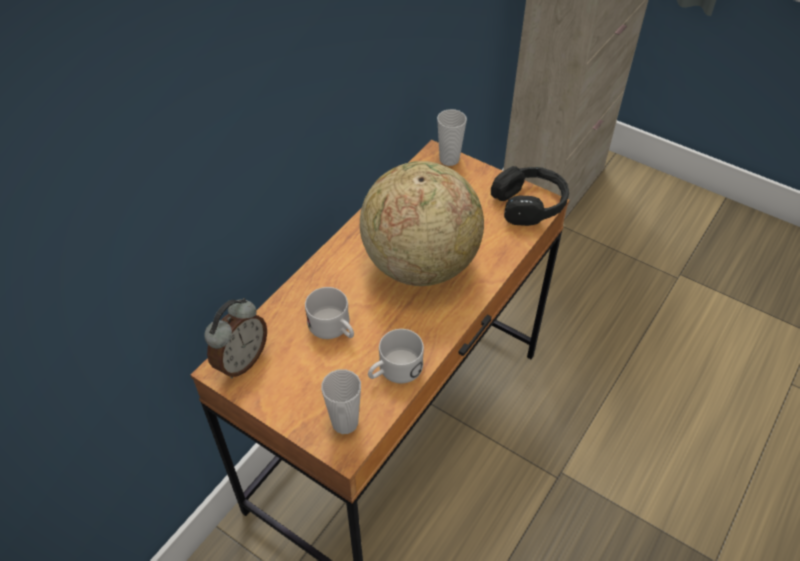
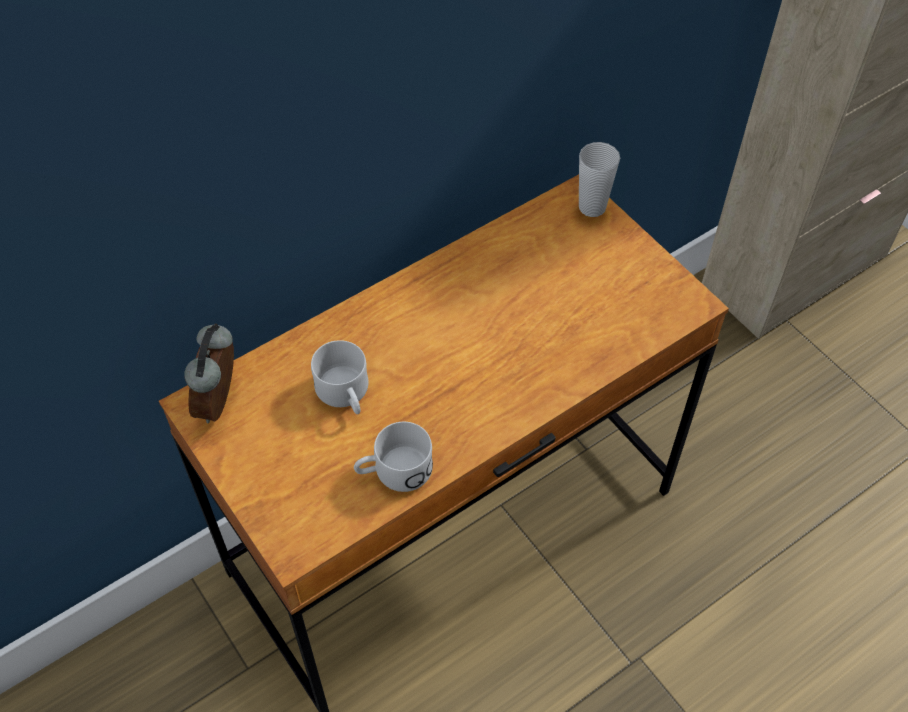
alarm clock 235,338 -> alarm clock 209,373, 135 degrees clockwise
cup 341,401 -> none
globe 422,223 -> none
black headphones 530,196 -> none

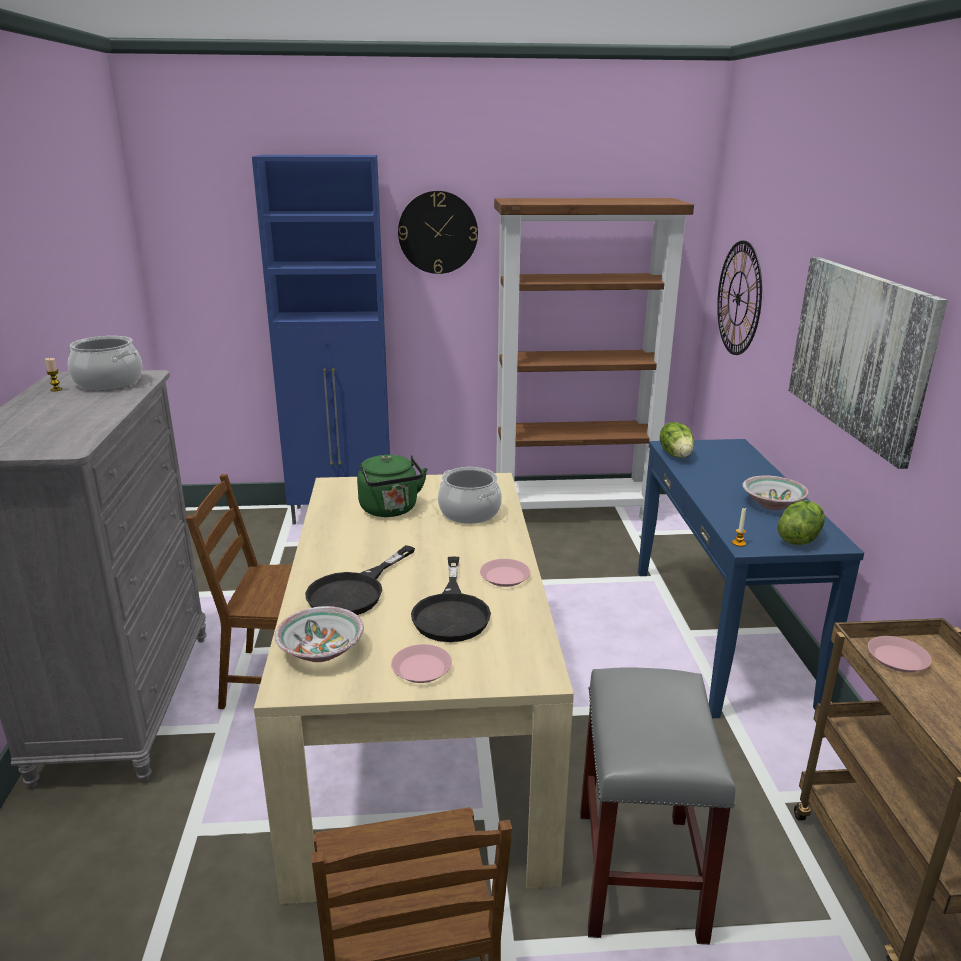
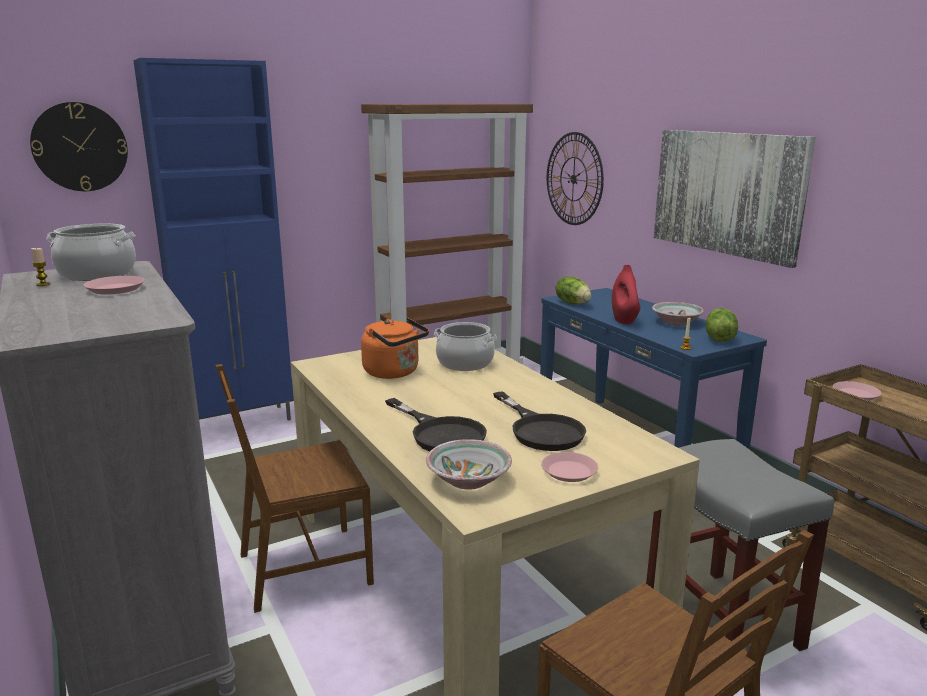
black frying pan 360,580 -> black frying pan 436,425, 45 degrees counterclockwise
green kettle 392,486 -> orange kettle 395,348
wall clock 438,232 -> wall clock 79,146, move
pink plate 505,573 -> pink plate 114,285, move
none -> red vase 626,294

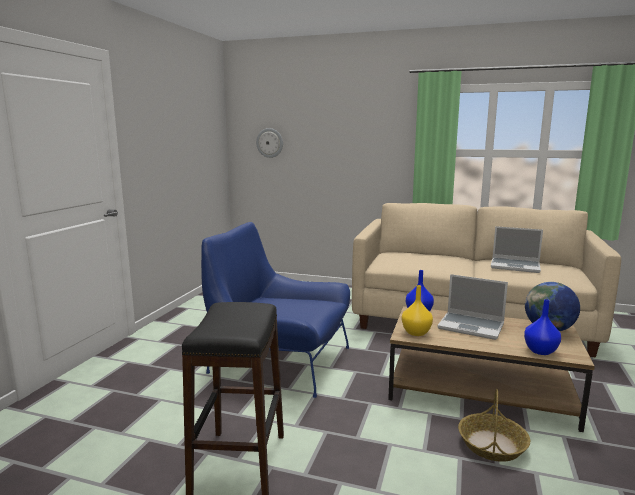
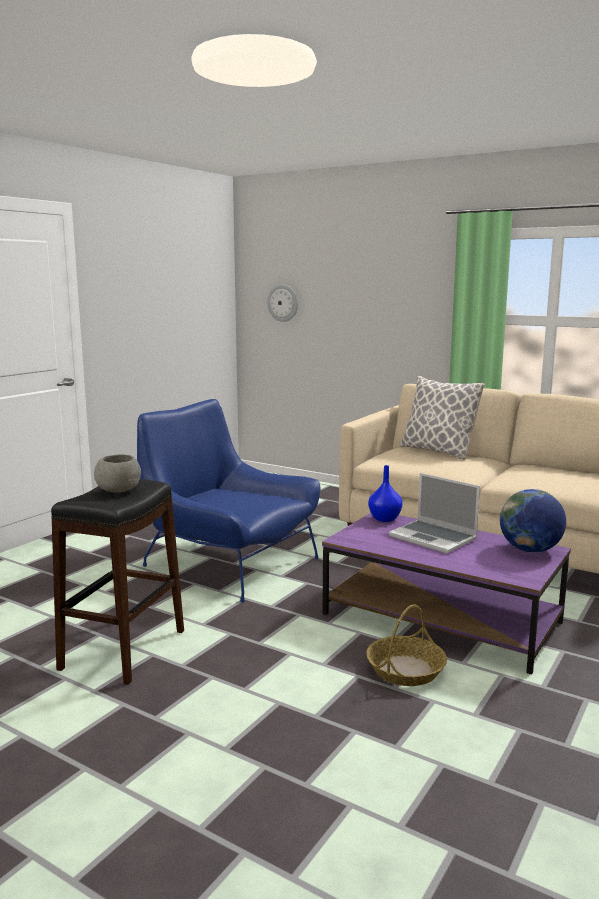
brown coffee table 491,369 -> purple coffee table 446,594
yellow vase 417,310 -> none
laptop 517,249 -> none
blue vase 542,327 -> none
none -> grey bowl 117,474
none -> pillow 442,417

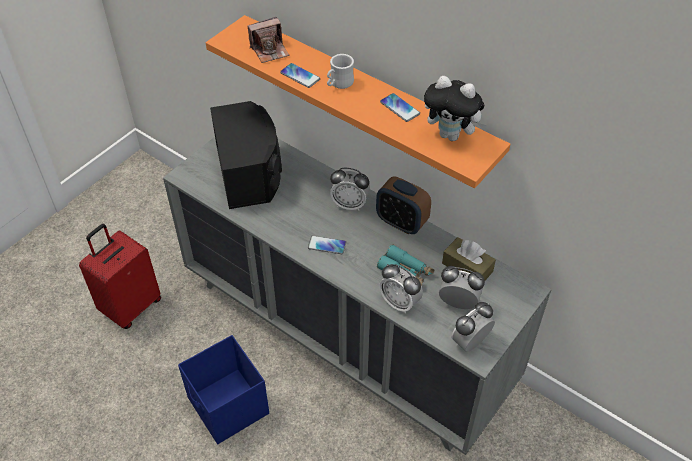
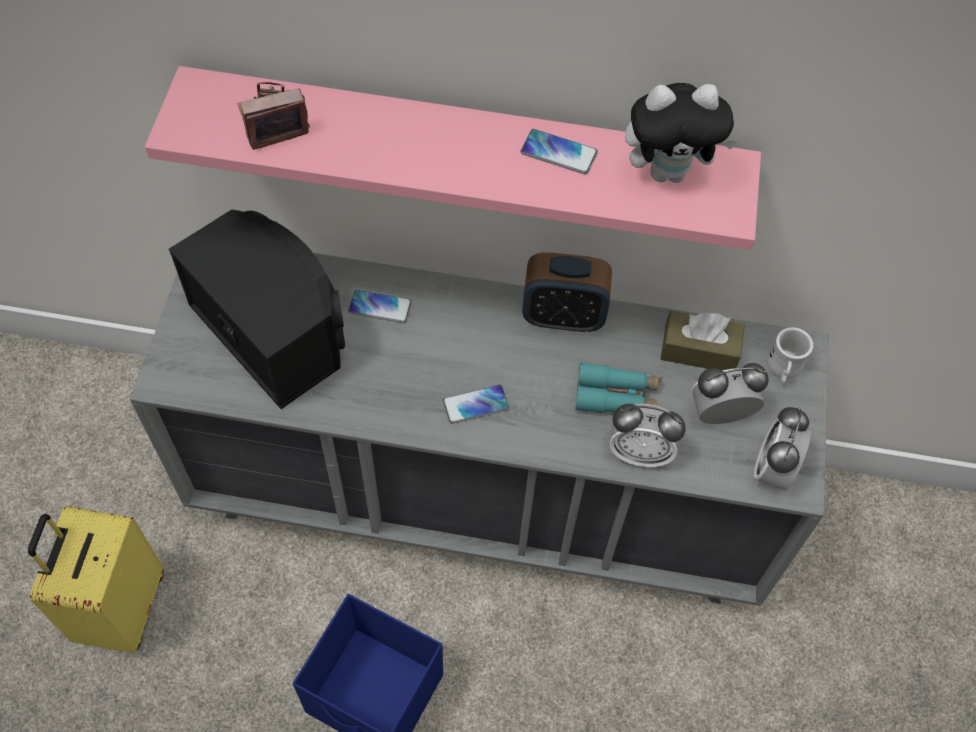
red suitcase 120,276 -> yellow suitcase 96,579
orange shelf 358,101 -> pink shelf 453,158
photo camera 268,40 -> photo camera 273,116, 150 degrees counterclockwise
phone 300,75 -> phone 380,306, move
white mug 340,71 -> white mug 790,355, move
alarm clock 350,189 -> none

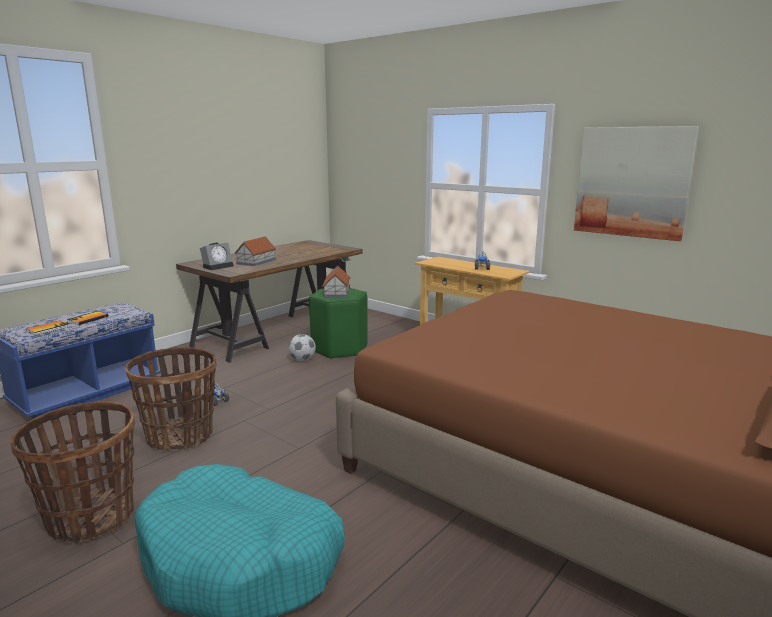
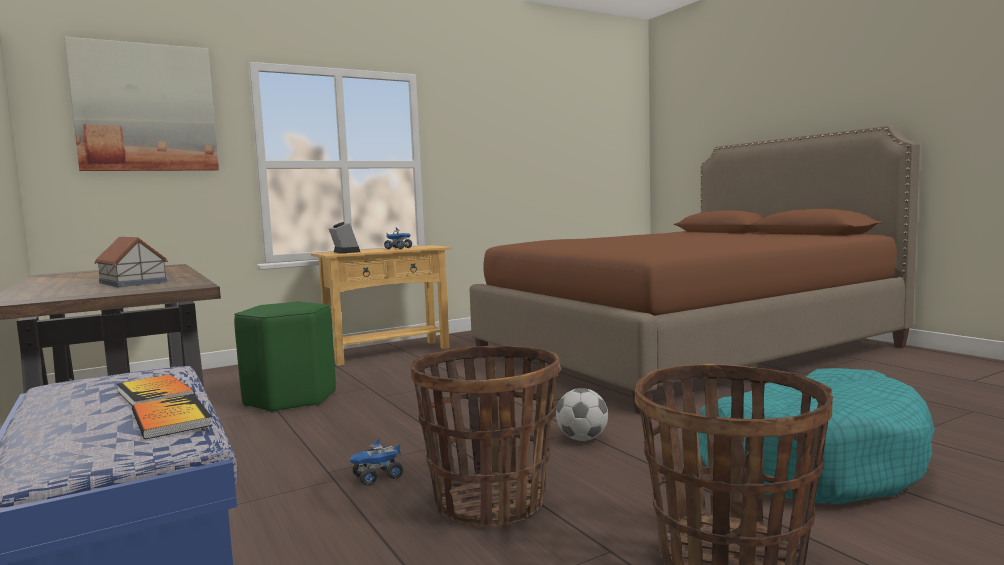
alarm clock 217,256 -> alarm clock 344,238, move
football 302,347 -> football 582,414, move
toy house 336,281 -> none
picture 636,183 -> picture 141,104, move

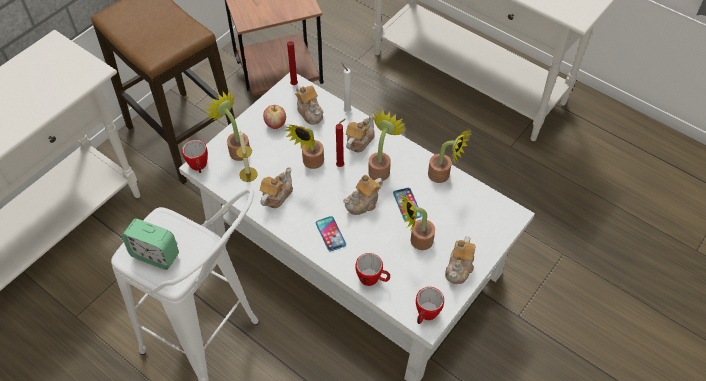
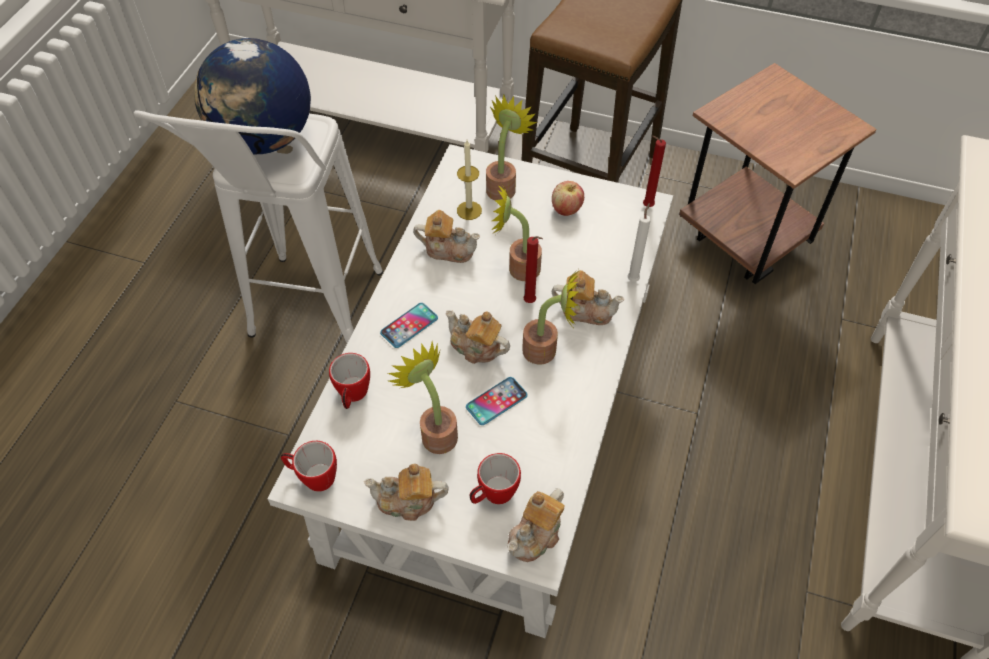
alarm clock 150,244 -> globe 252,96
mug 195,156 -> mug 495,478, move
teapot 309,105 -> teapot 536,525, move
potted plant 449,156 -> none

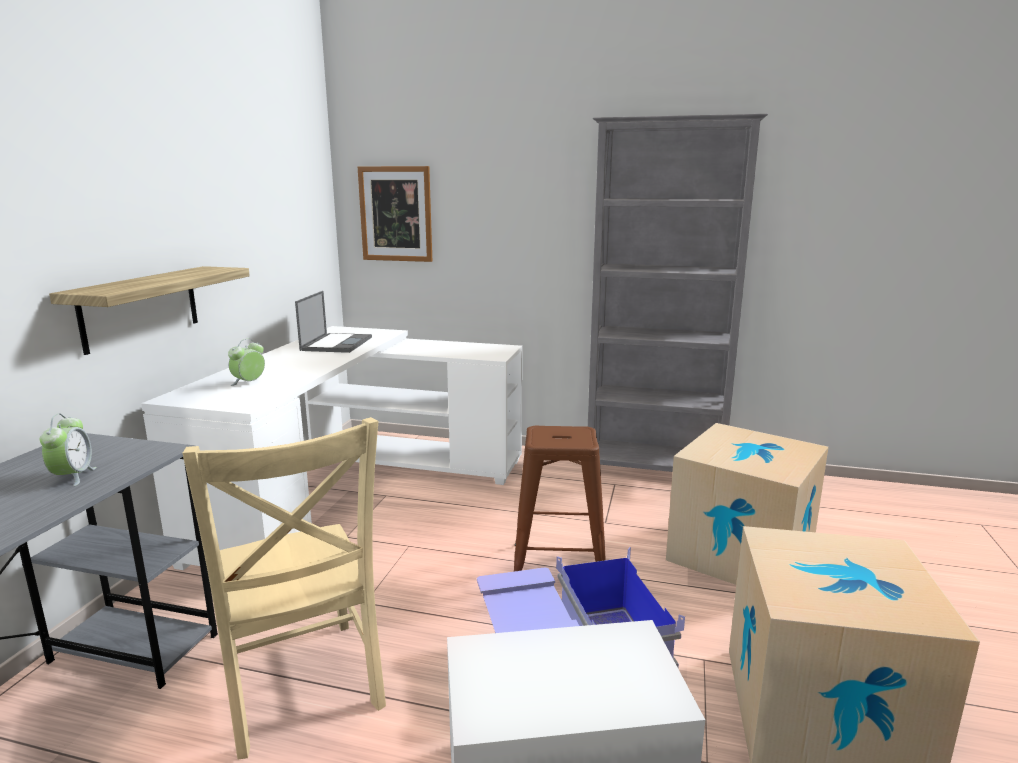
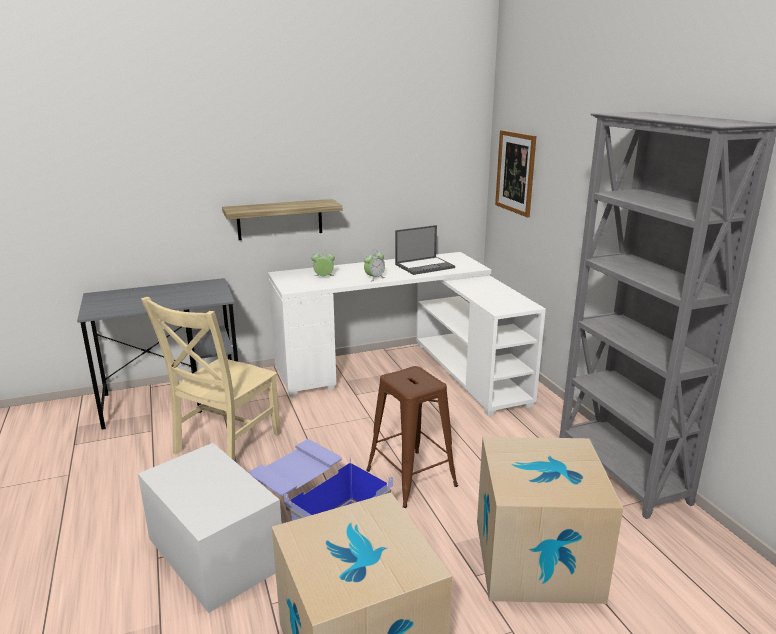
alarm clock 68,450 -> alarm clock 375,266, move

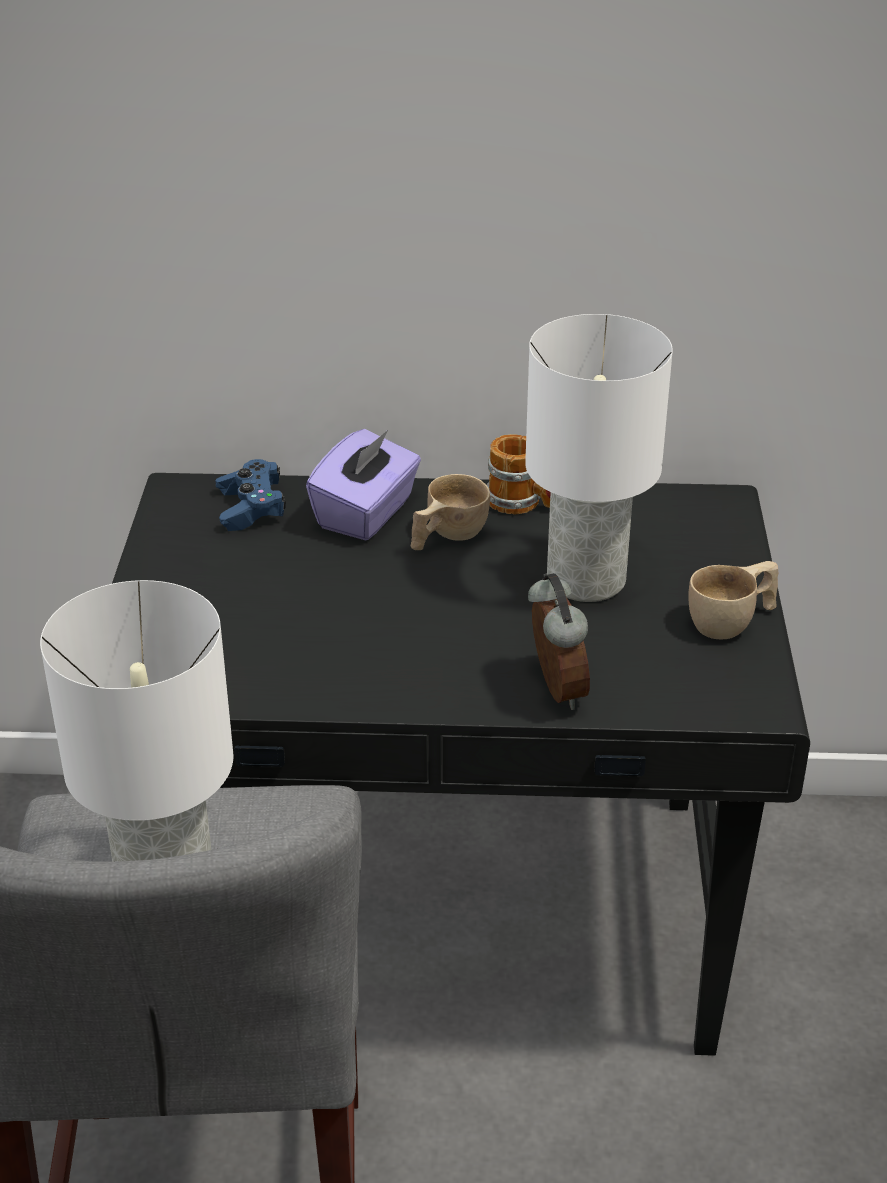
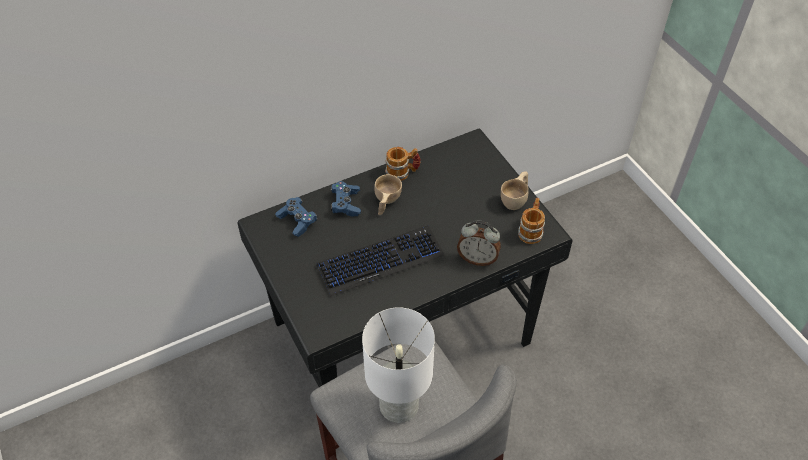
purple tissue box 363,485 -> blue game controller 346,198
white table lamp 599,458 -> none
alarm clock 559,641 -> alarm clock 479,243, 150 degrees clockwise
none -> keyboard 380,261
none -> mug 531,221

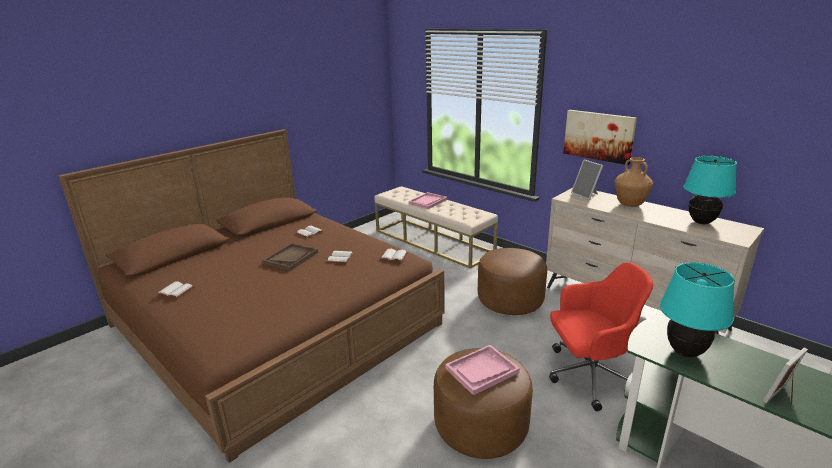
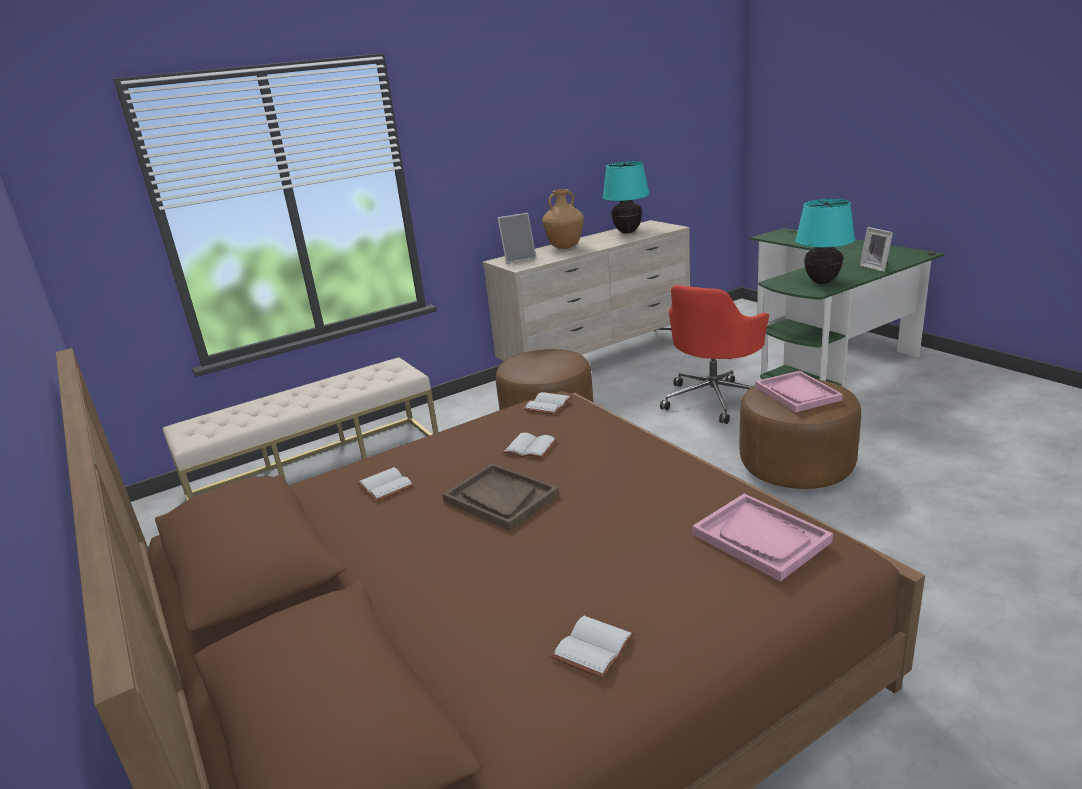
pink tray 428,200 -> pink tray 762,537, move
red office chair 601,336 -> red office chair 714,354, 150 degrees counterclockwise
picture 600,137 -> none

